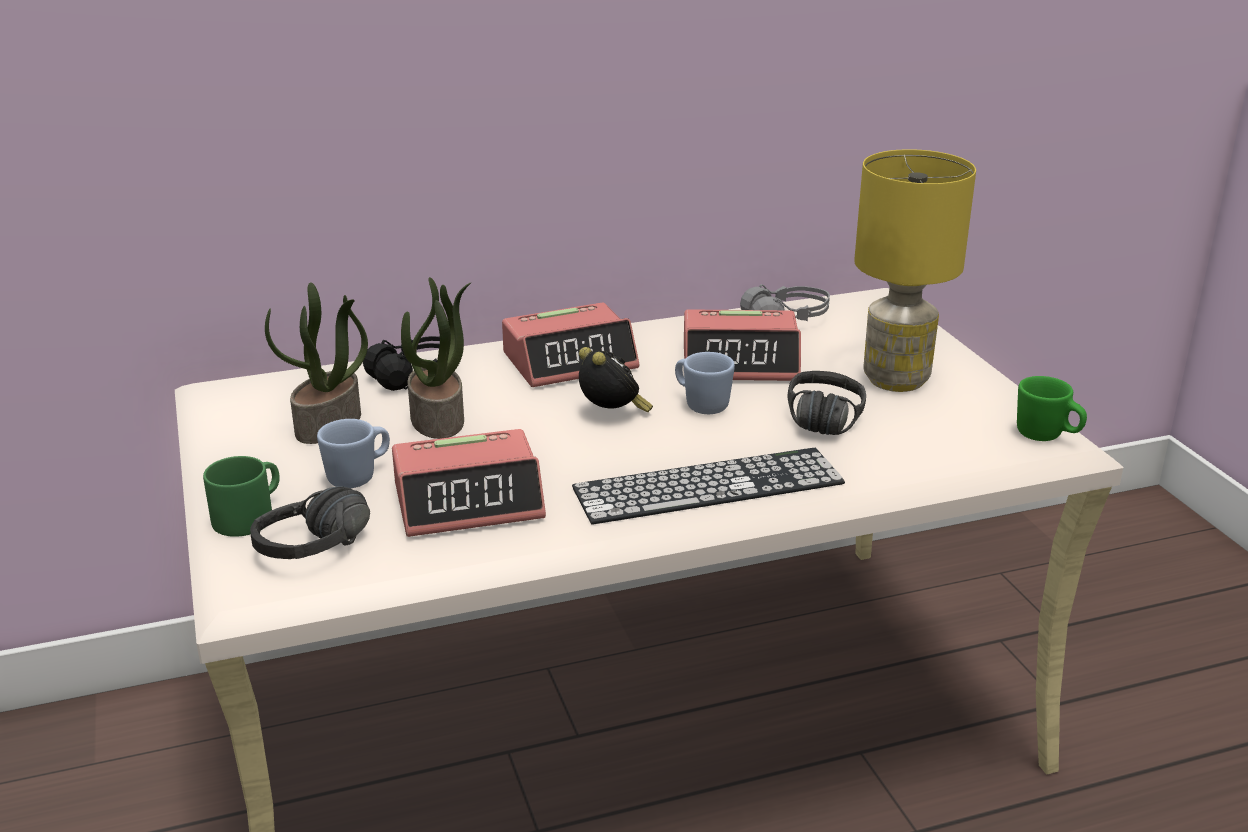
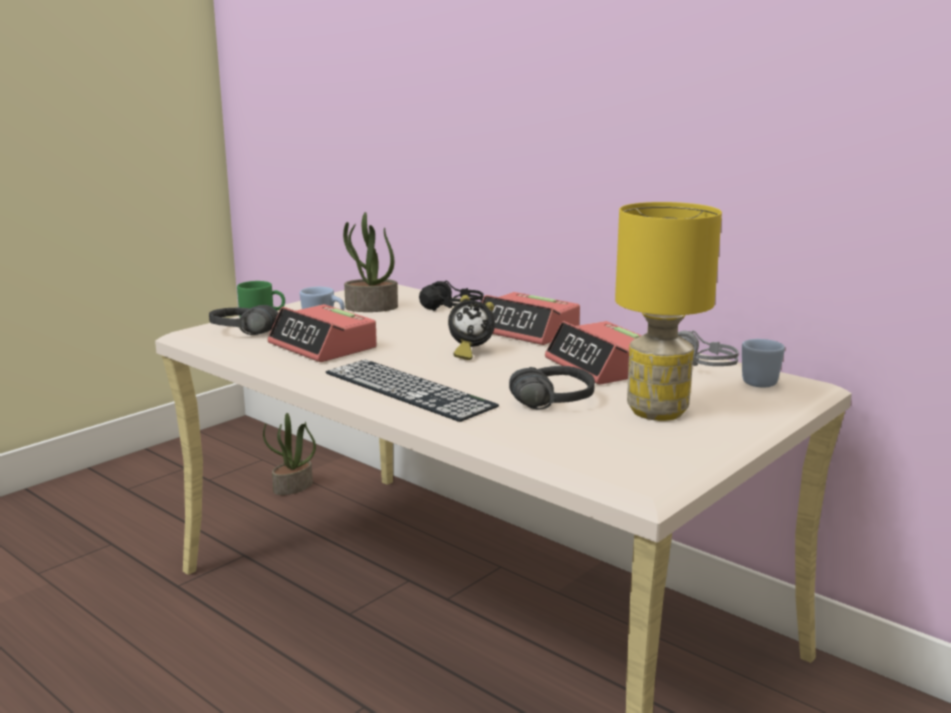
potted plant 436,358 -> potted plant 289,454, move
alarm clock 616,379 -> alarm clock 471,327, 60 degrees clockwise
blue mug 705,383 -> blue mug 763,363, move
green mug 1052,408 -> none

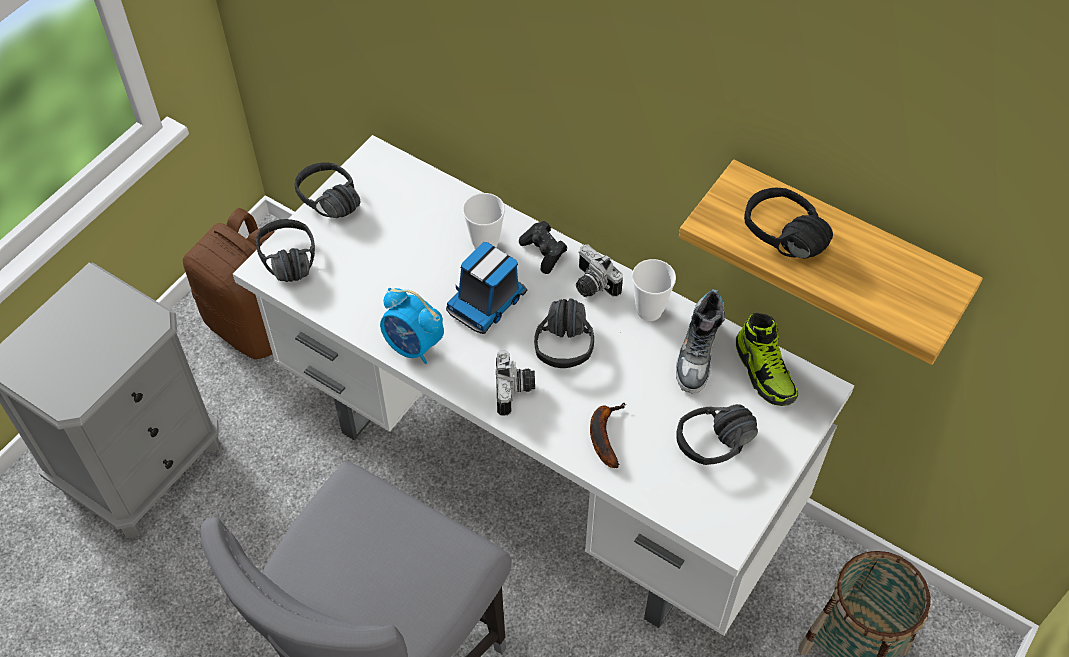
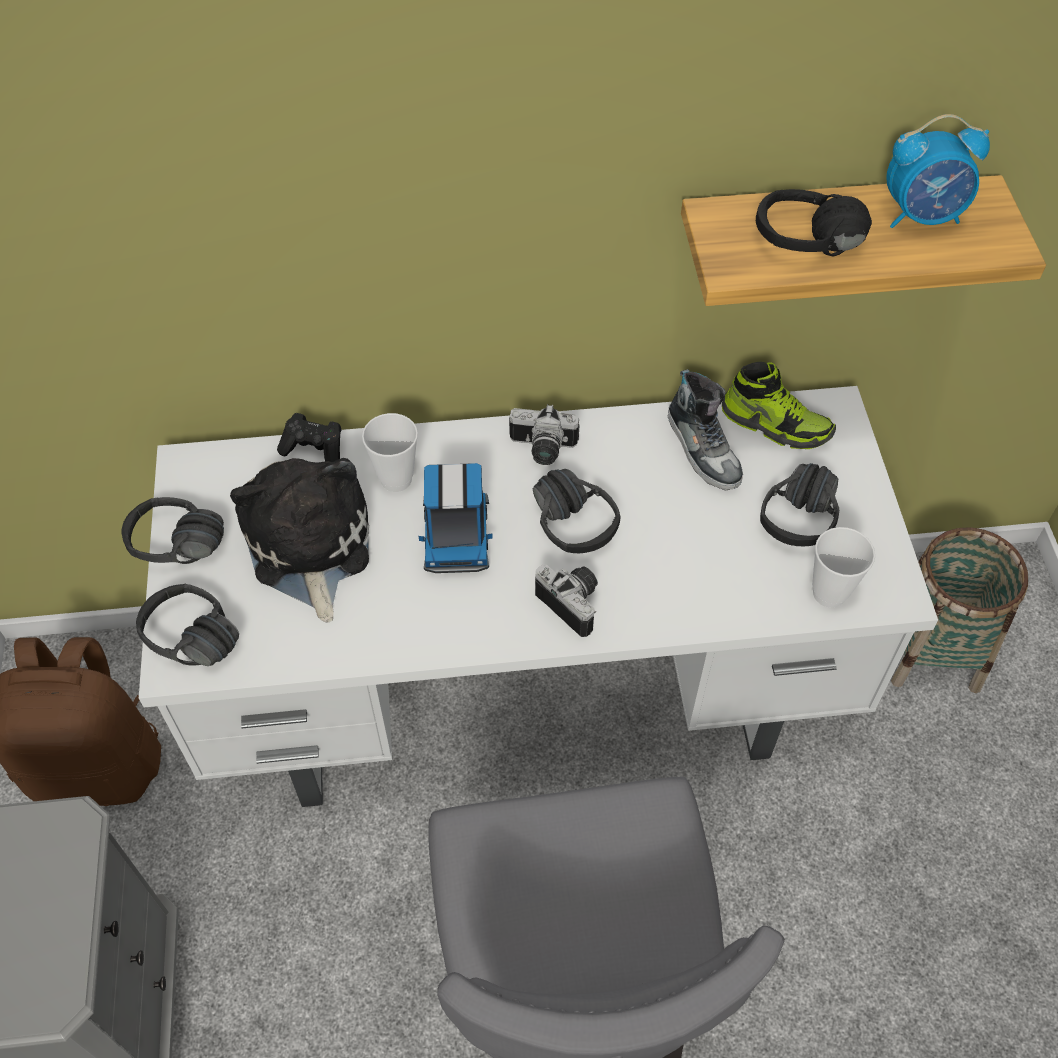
alarm clock 412,326 -> alarm clock 938,171, move
black game controller 543,247 -> black game controller 309,437, move
banana 608,435 -> none
cup 654,290 -> cup 843,567, move
none -> plush toy 299,540

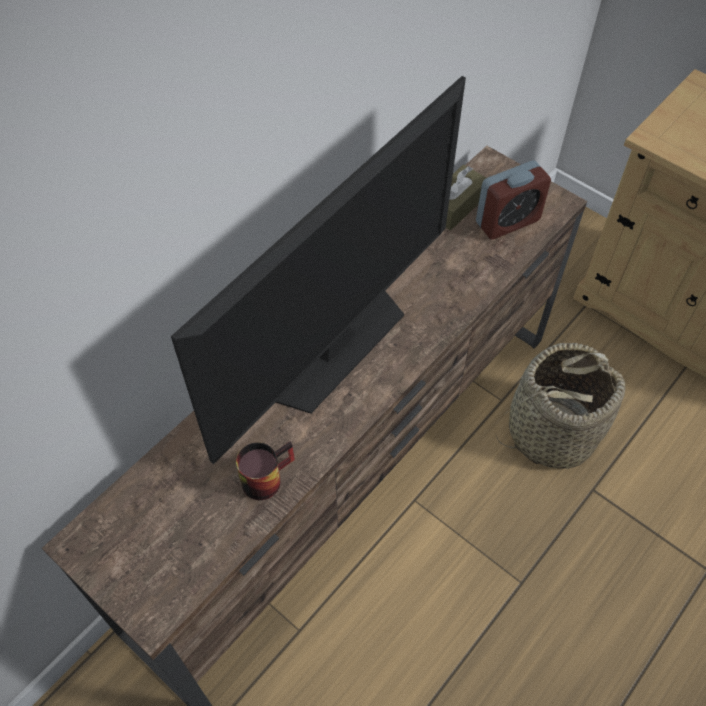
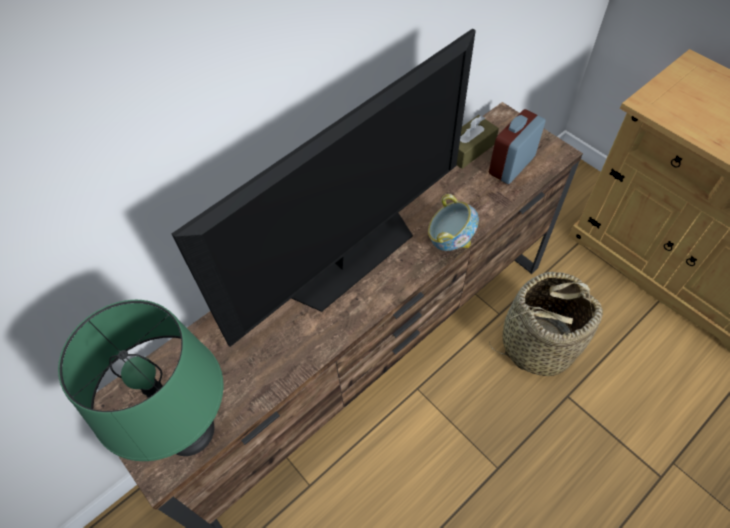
mug 265,471 -> none
alarm clock 513,200 -> alarm clock 517,146, 150 degrees clockwise
none -> green table lamp 140,380
none -> bowl 453,222

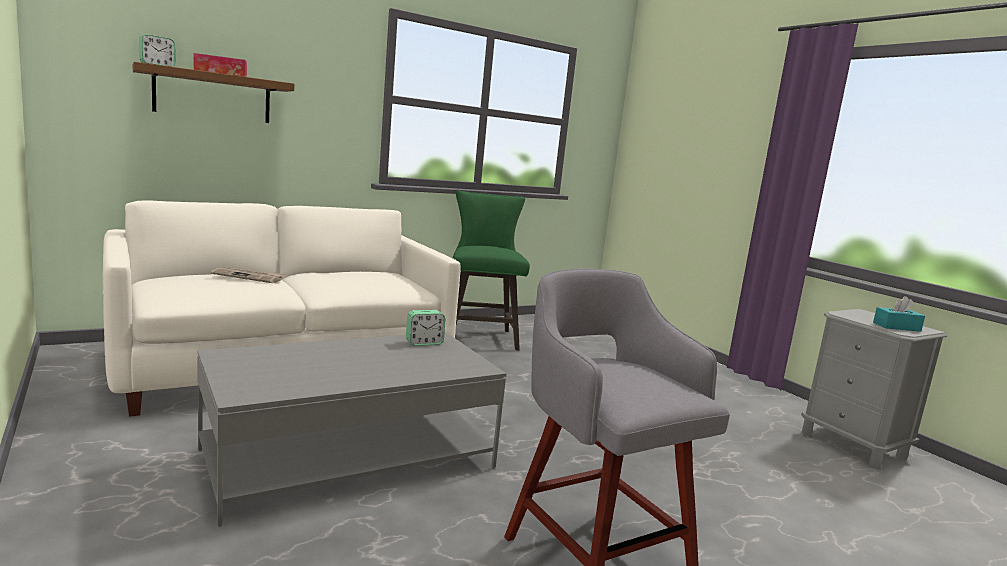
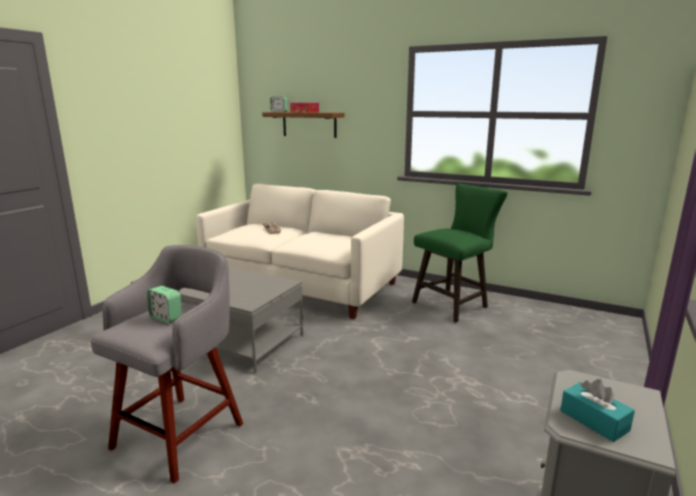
alarm clock 425,328 -> alarm clock 164,305, move

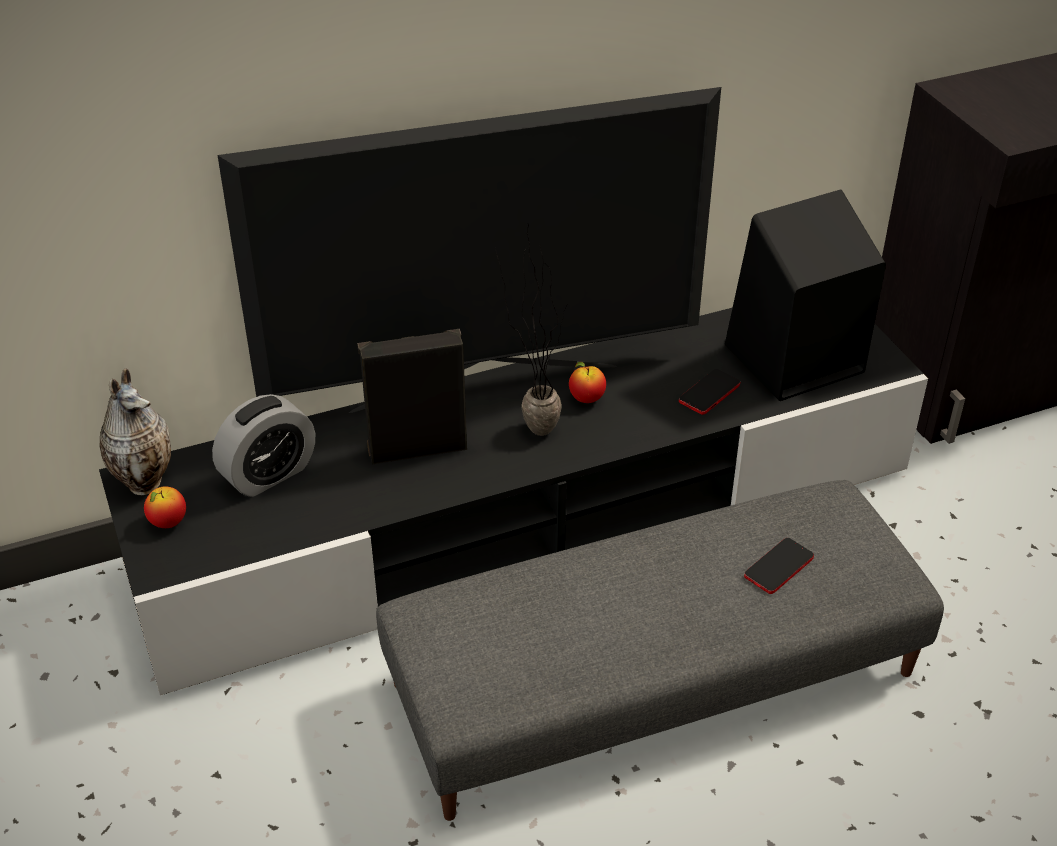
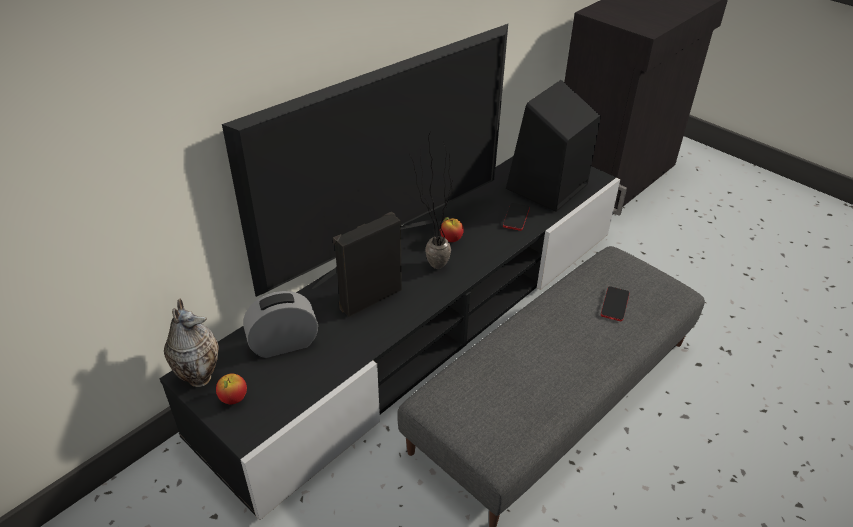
alarm clock 263,445 -> alarm clock 280,324, 135 degrees counterclockwise

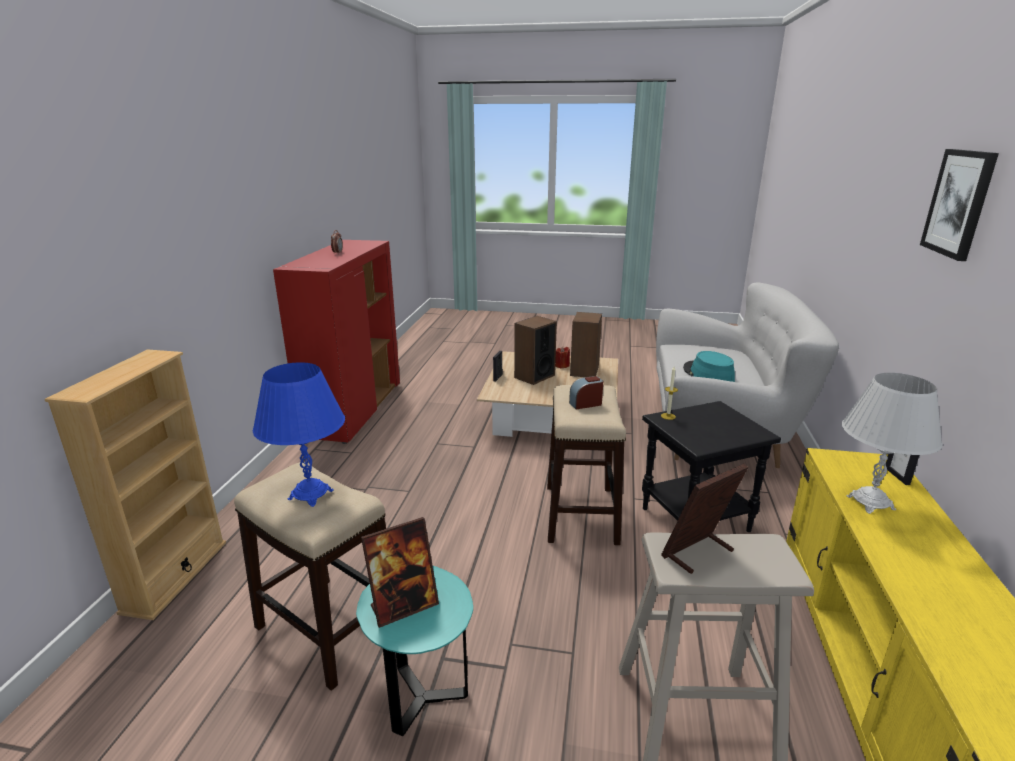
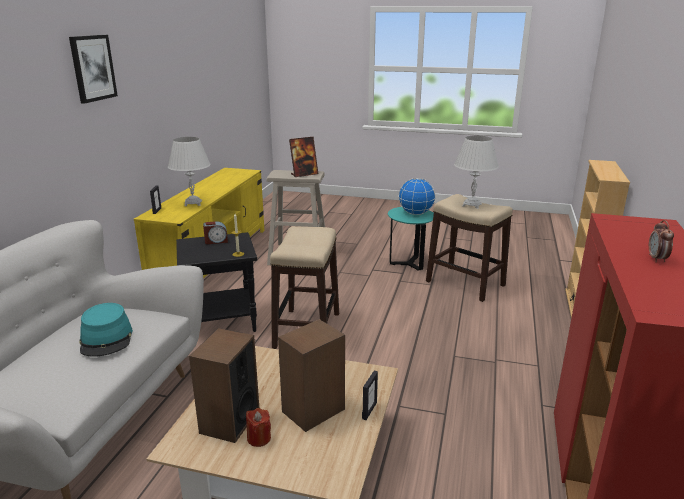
blue table lamp 299,434 -> white table lamp 476,172
picture frame 400,572 -> globe 417,196
alarm clock 586,392 -> alarm clock 215,232, move

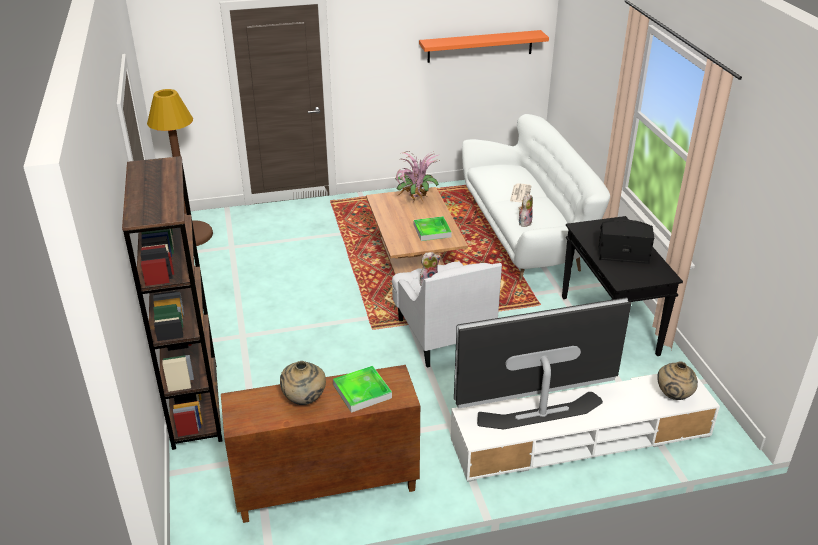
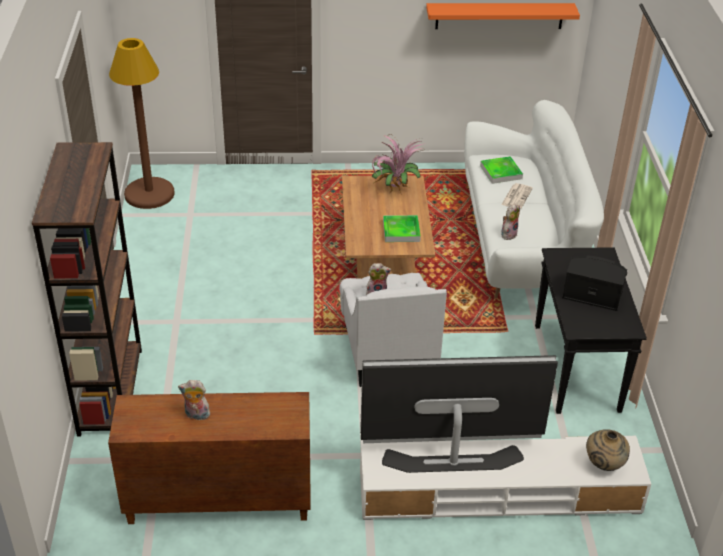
beige vase 303,383 -> plush toy 194,400
tray 362,389 -> tray 501,170, move

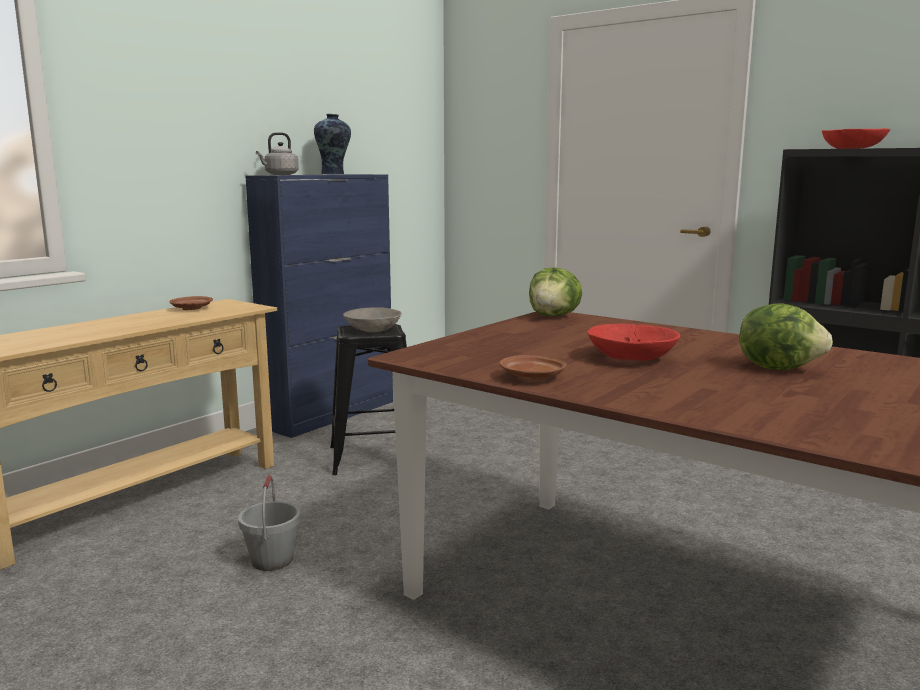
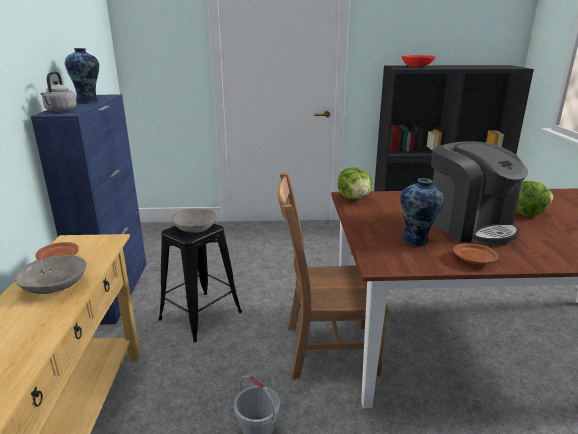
red bowl 633,342 -> coffee machine 479,193
none -> grey bowl 50,274
none -> brown chair 332,276
none -> vase 422,212

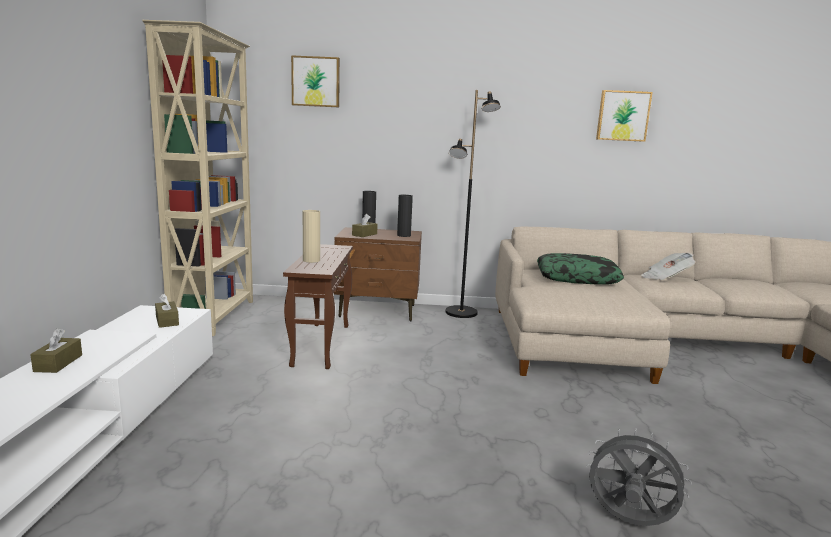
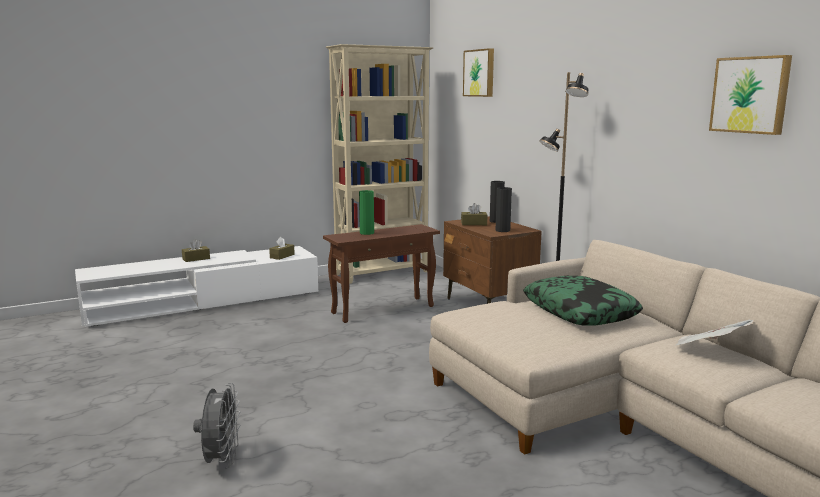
beige vase 311,236 -> green vase 366,212

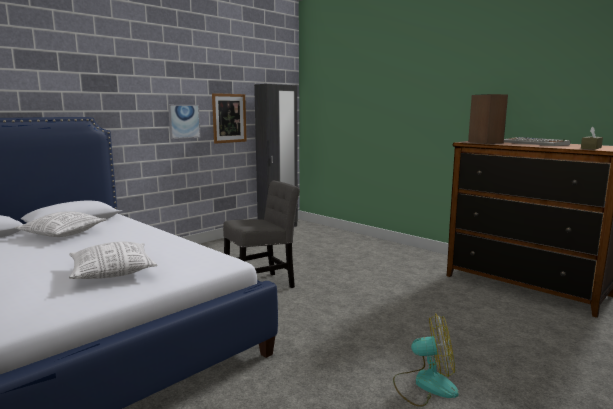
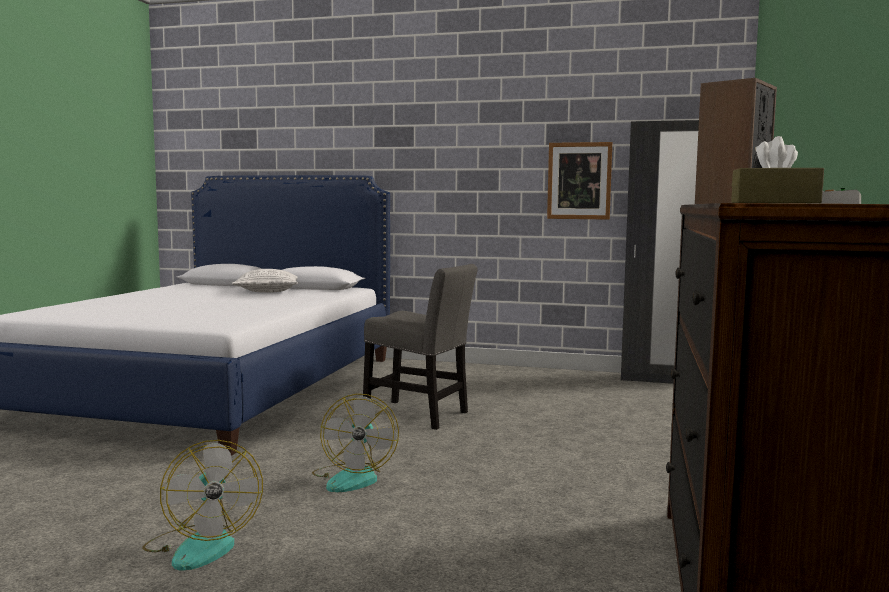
pillow 113,260 -> none
picture 184,122 -> none
none -> fan 355,443

